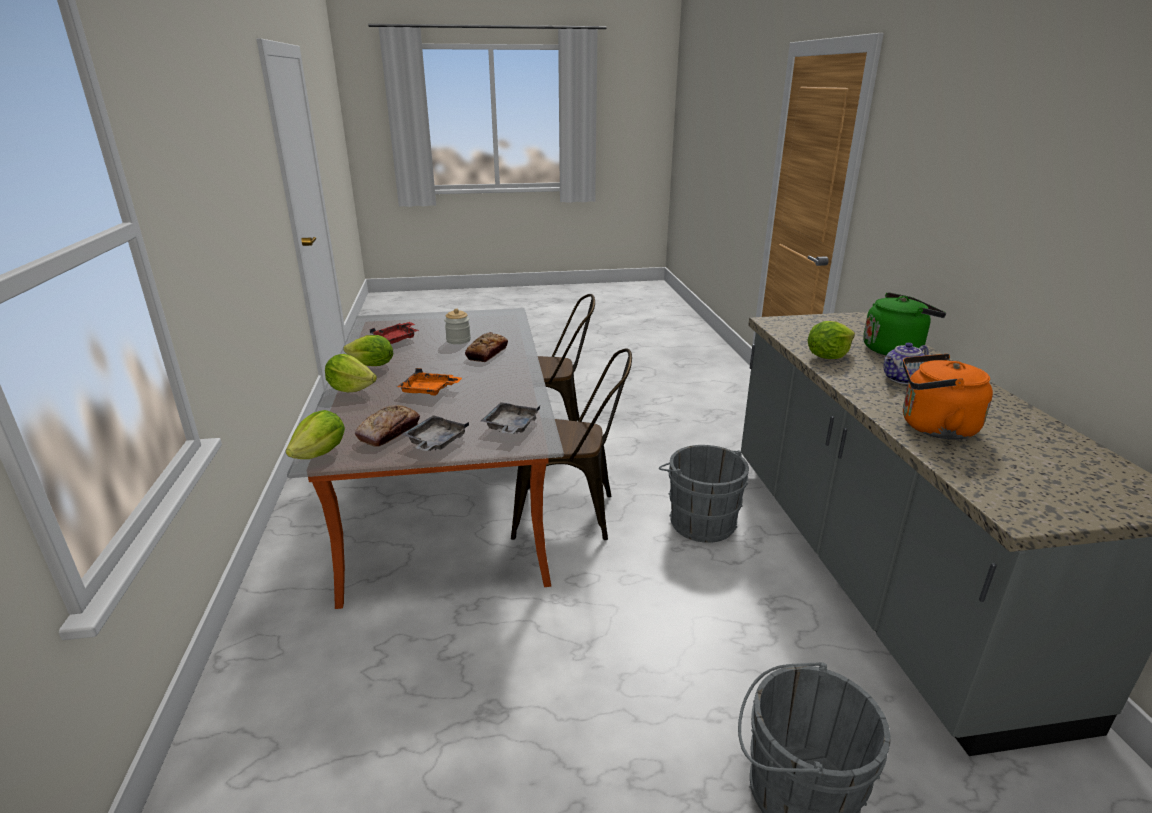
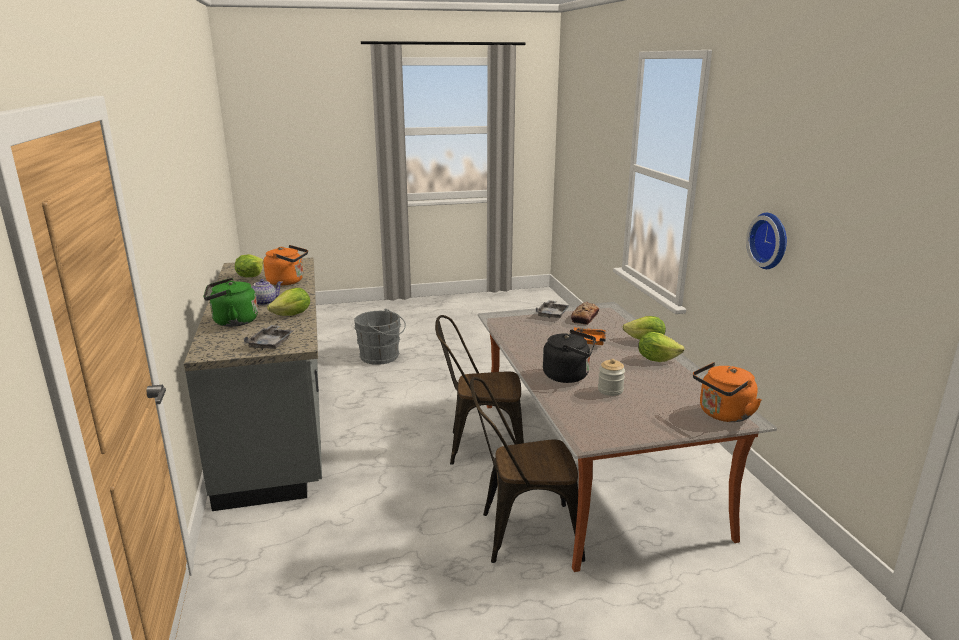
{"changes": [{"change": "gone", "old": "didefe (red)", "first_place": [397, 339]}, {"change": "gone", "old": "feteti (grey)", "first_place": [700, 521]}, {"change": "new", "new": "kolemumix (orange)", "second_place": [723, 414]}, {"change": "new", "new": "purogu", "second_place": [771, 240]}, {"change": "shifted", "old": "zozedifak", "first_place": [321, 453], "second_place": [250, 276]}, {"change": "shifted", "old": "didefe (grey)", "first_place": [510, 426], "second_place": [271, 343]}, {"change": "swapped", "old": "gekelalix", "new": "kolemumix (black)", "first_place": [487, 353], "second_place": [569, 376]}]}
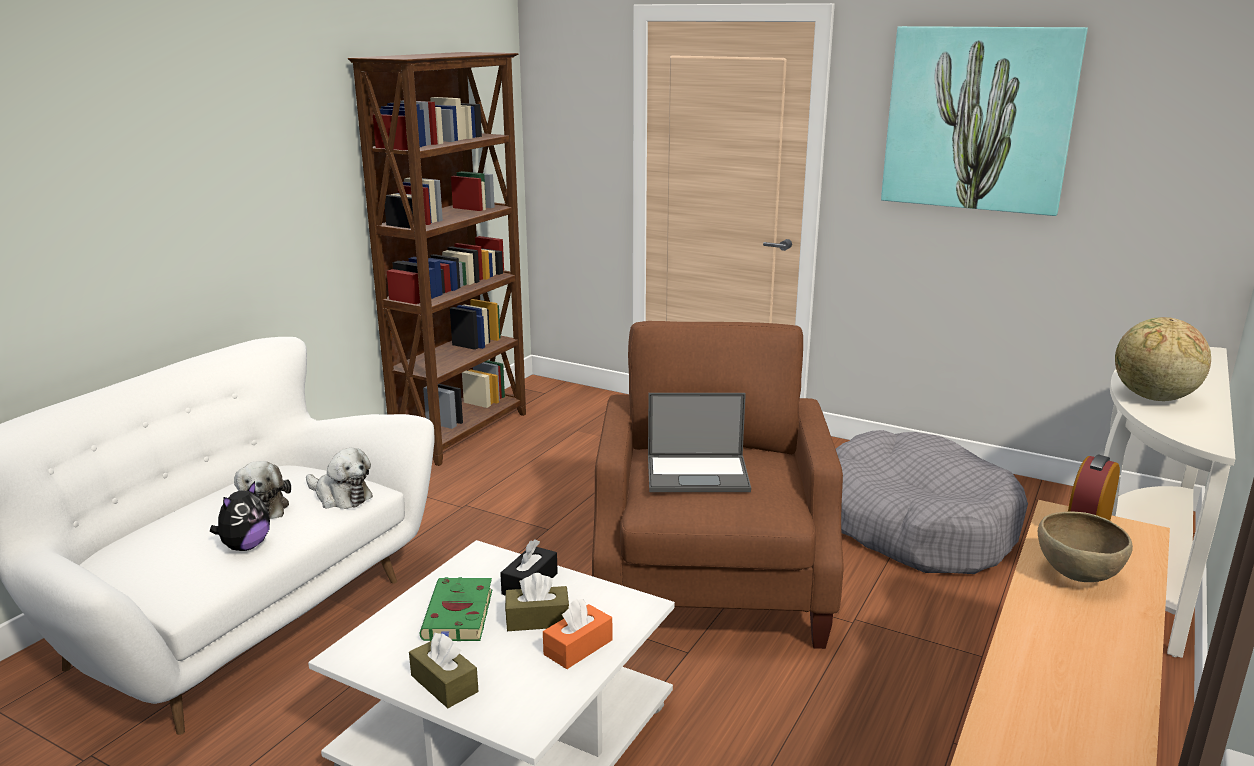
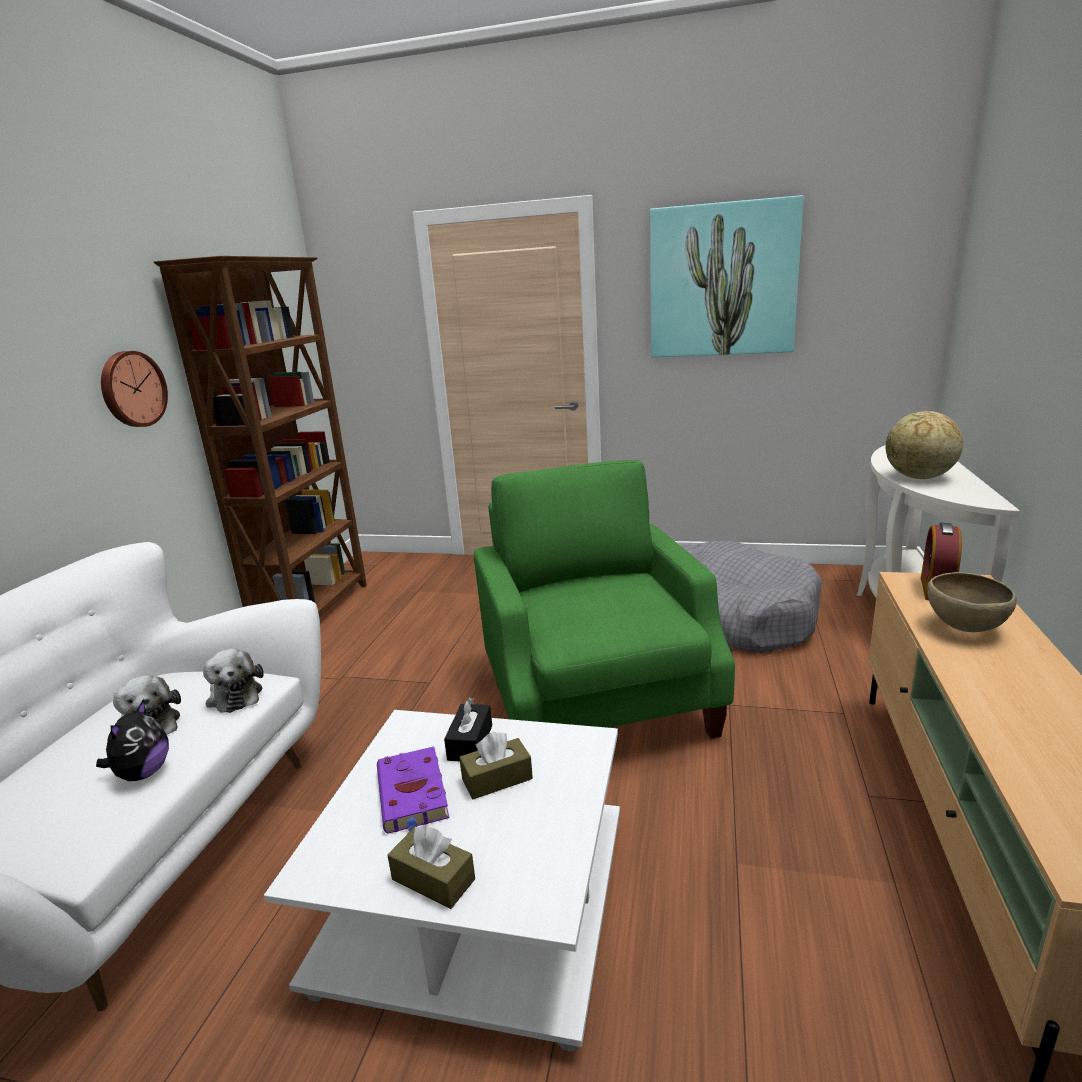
{"changes": [{"change": "gone", "old": "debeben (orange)", "first_place": [578, 647]}, {"change": "gone", "old": "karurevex", "first_place": [699, 474]}, {"change": "new", "new": "purogu", "second_place": [132, 389]}, {"change": "repainted", "old": "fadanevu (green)", "new": "fadanevu (purple)", "first_place": [458, 617], "second_place": [413, 796]}, {"change": "repainted", "old": "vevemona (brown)", "new": "vevemona (green)", "first_place": [711, 586], "second_place": [597, 703]}, {"change": "rotated", "old": "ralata", "first_place": [340, 496], "second_place": [235, 695], "degrees": 45}]}
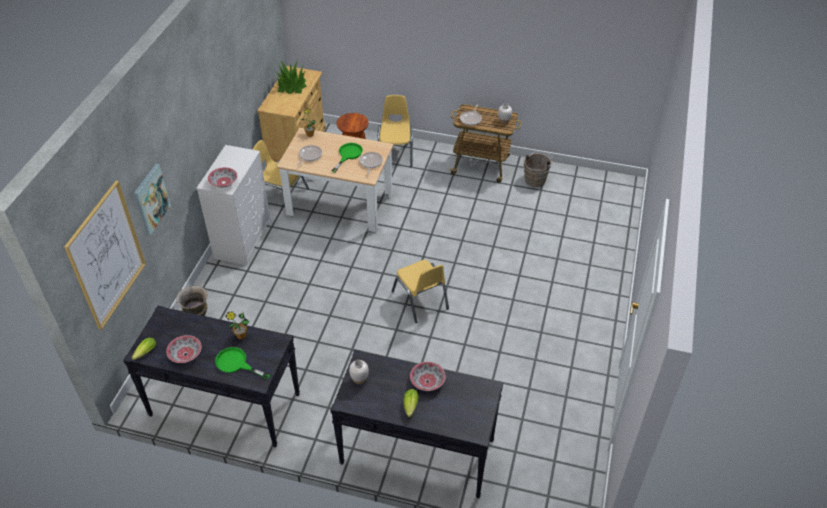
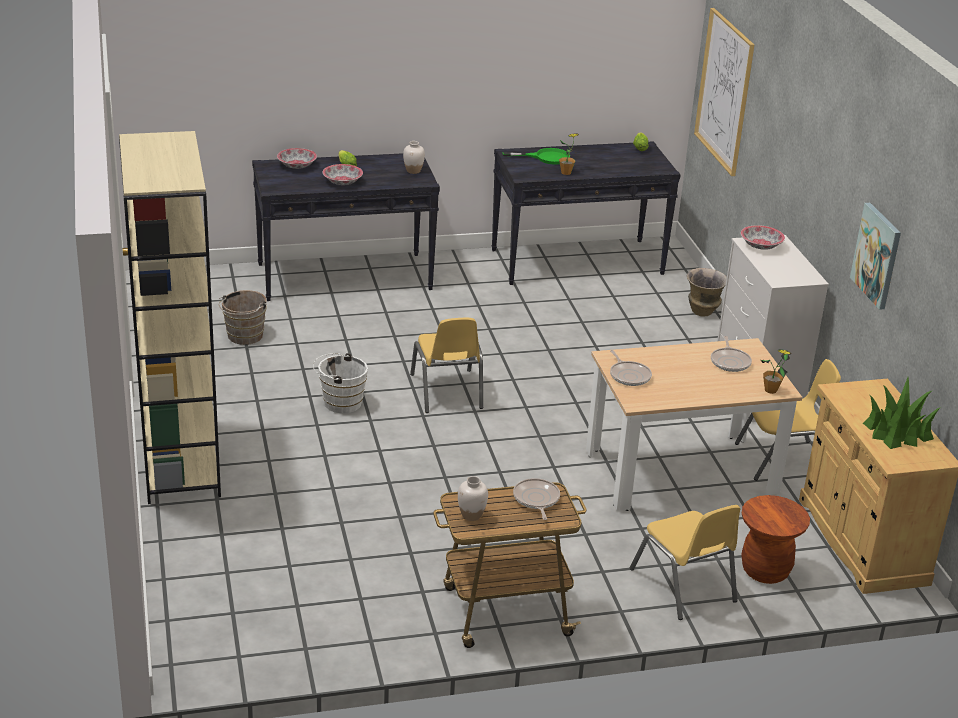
{"changes": [{"change": "gone", "old": "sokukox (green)", "first_place": [348, 155]}, {"change": "new", "new": "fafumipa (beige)", "second_place": [179, 460]}, {"change": "new", "new": "feteti (white)", "second_place": [339, 402]}, {"change": "shifted", "old": "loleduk", "first_place": [151, 199], "second_place": [877, 255]}, {"change": "shifted", "old": "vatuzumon", "first_place": [185, 354], "second_place": [297, 165]}, {"change": "shifted", "old": "feteti (brown)", "first_place": [536, 179], "second_place": [243, 337]}, {"change": "rotated", "old": "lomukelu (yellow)", "first_place": [420, 300], "second_place": [447, 392], "degrees": -135}]}
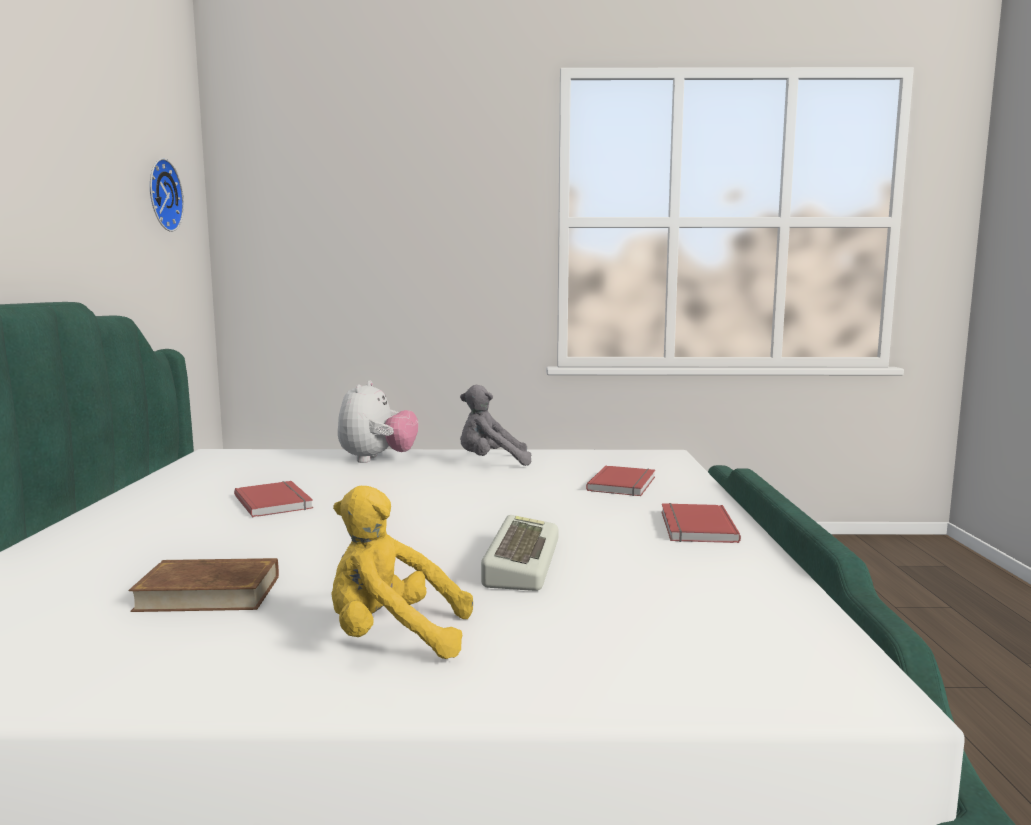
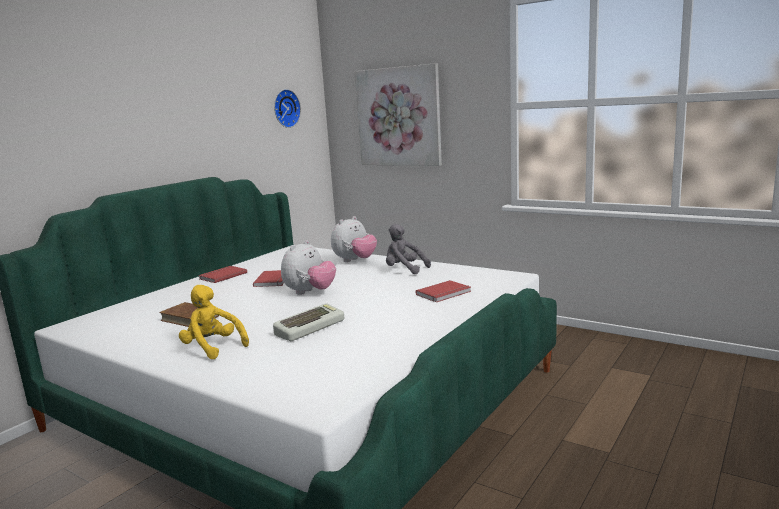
{"changes": [{"change": "new", "new": "ralata", "second_place": [310, 292]}, {"change": "new", "new": "loleduk", "second_place": [398, 117]}, {"change": "shifted", "old": "fadanevu (red)", "first_place": [694, 527], "second_place": [222, 276]}]}
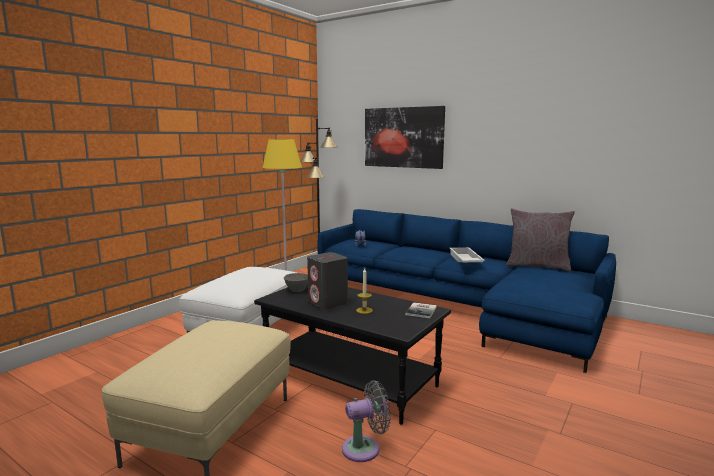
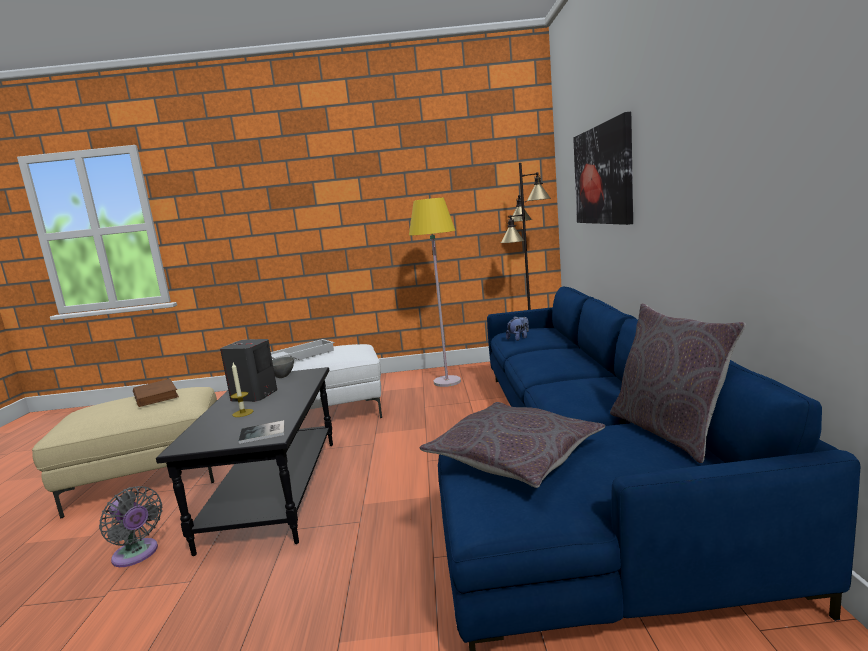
{"changes": [{"change": "new", "new": "fadanevu (brown)", "second_place": [156, 396]}, {"change": "new", "new": "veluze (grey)", "second_place": [514, 456]}, {"change": "shifted", "old": "didefe (white)", "first_place": [464, 260], "second_place": [301, 356]}]}
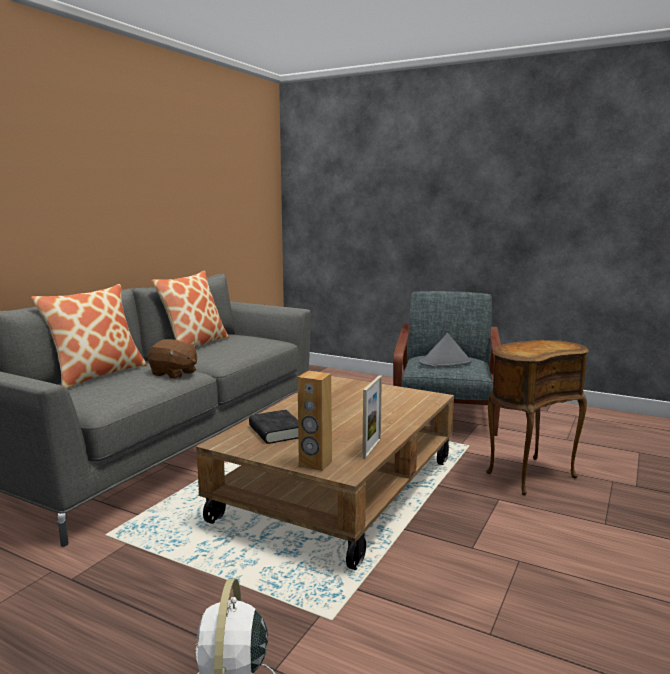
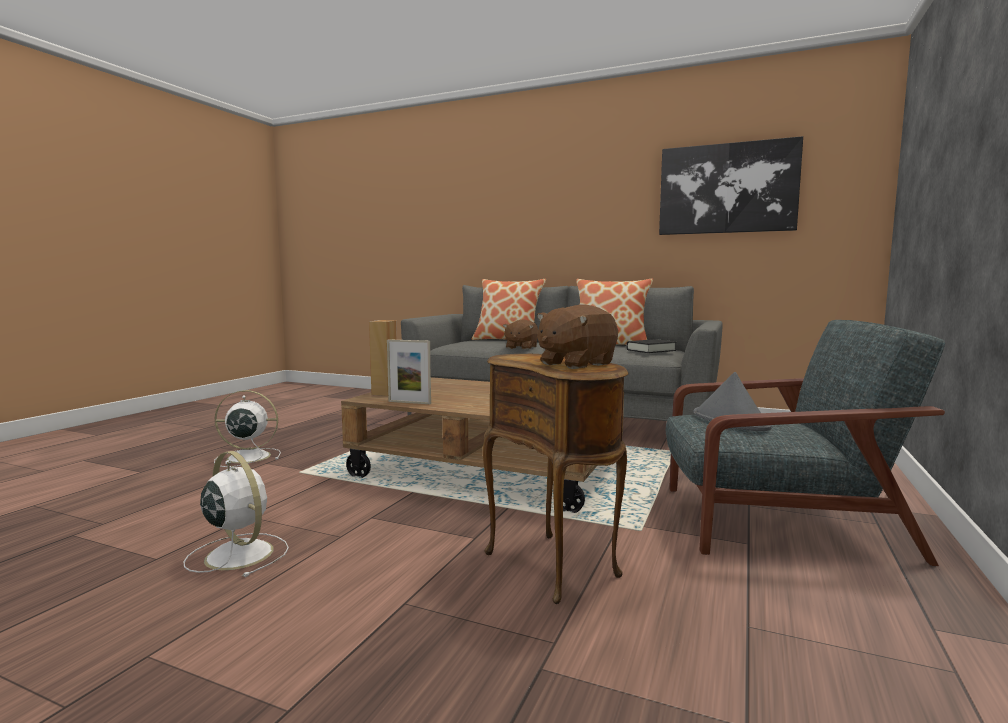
{"changes": [{"change": "new", "new": "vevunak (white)", "second_place": [238, 554]}, {"change": "new", "new": "ralata (brown)", "second_place": [575, 364]}, {"change": "new", "new": "loleduk", "second_place": [727, 188]}, {"change": "shifted", "old": "fadanevu (black)", "first_place": [276, 431], "second_place": [651, 350]}]}
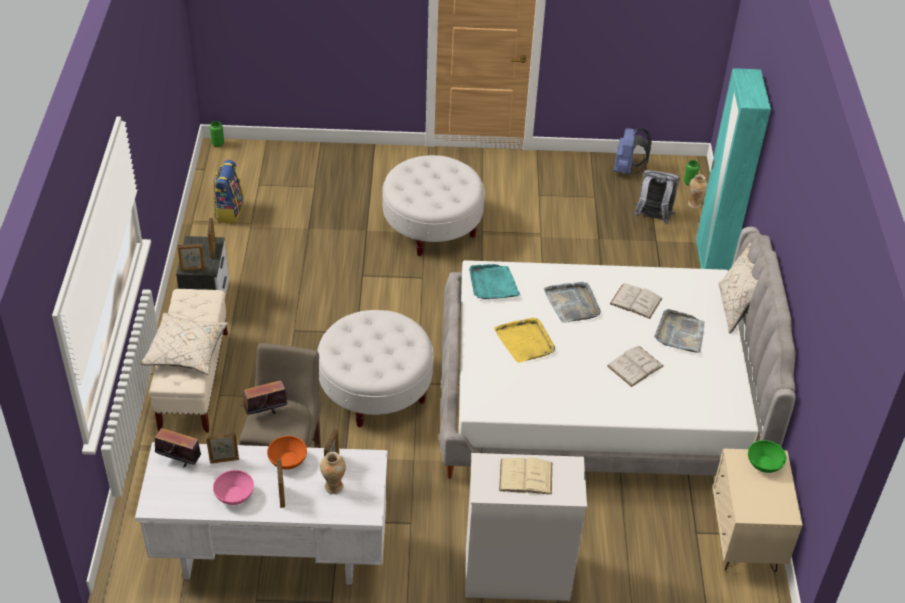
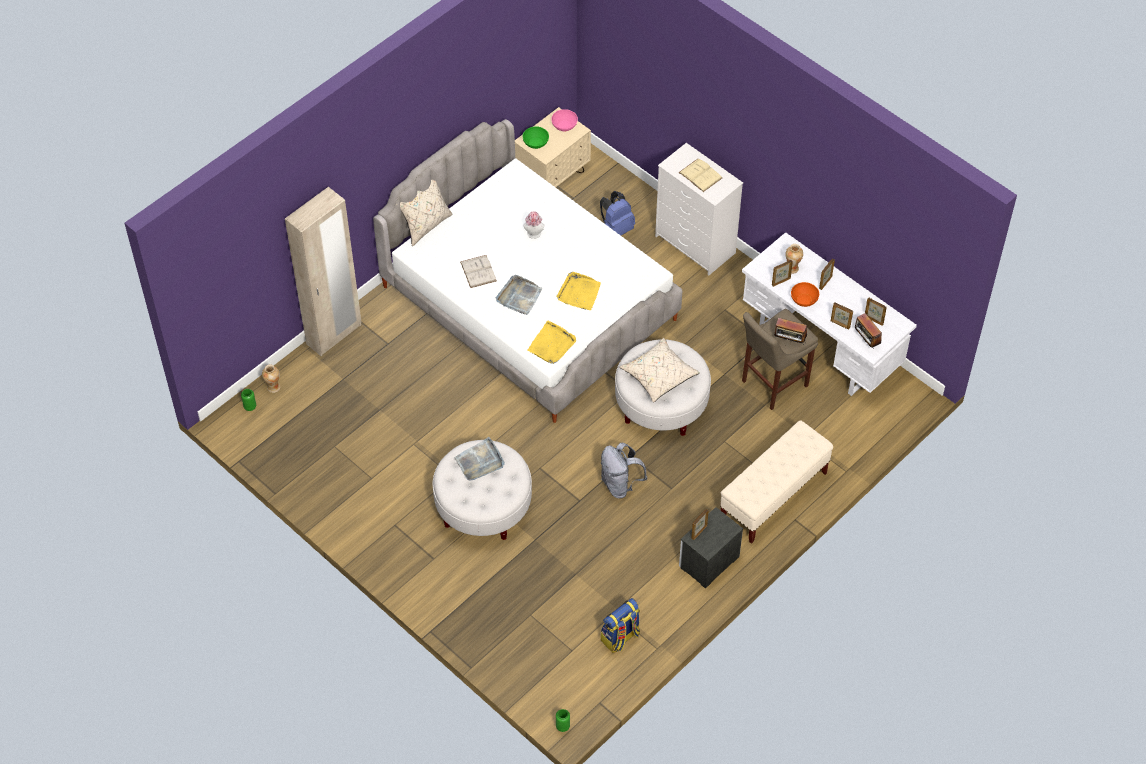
{"changes": [{"change": "shifted", "old": "veluze (beige)", "first_place": [186, 351], "second_place": [658, 375]}, {"change": "shifted", "old": "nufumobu", "first_place": [192, 269], "second_place": [874, 320]}, {"change": "shifted", "old": "vatuzumon (pink)", "first_place": [235, 495], "second_place": [564, 126]}, {"change": "shifted", "old": "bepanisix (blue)", "first_place": [627, 169], "second_place": [616, 229]}, {"change": "shifted", "old": "bepanisix (grey)", "first_place": [652, 218], "second_place": [620, 485]}, {"change": "shifted", "old": "didefe (grey)", "first_place": [680, 333], "second_place": [480, 461]}, {"change": "swapped", "old": "fadanevu (white)", "new": "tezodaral", "first_place": [635, 366], "second_place": [534, 234]}, {"change": "repainted", "old": "didefe (turquoise)", "new": "didefe (yellow)", "first_place": [493, 284], "second_place": [552, 344]}, {"change": "repainted", "old": "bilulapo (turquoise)", "new": "bilulapo (beige)", "first_place": [710, 265], "second_place": [334, 335]}]}
